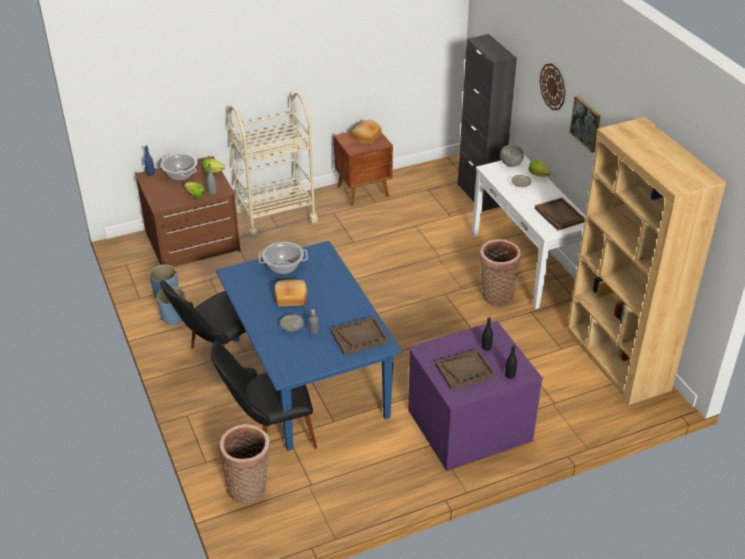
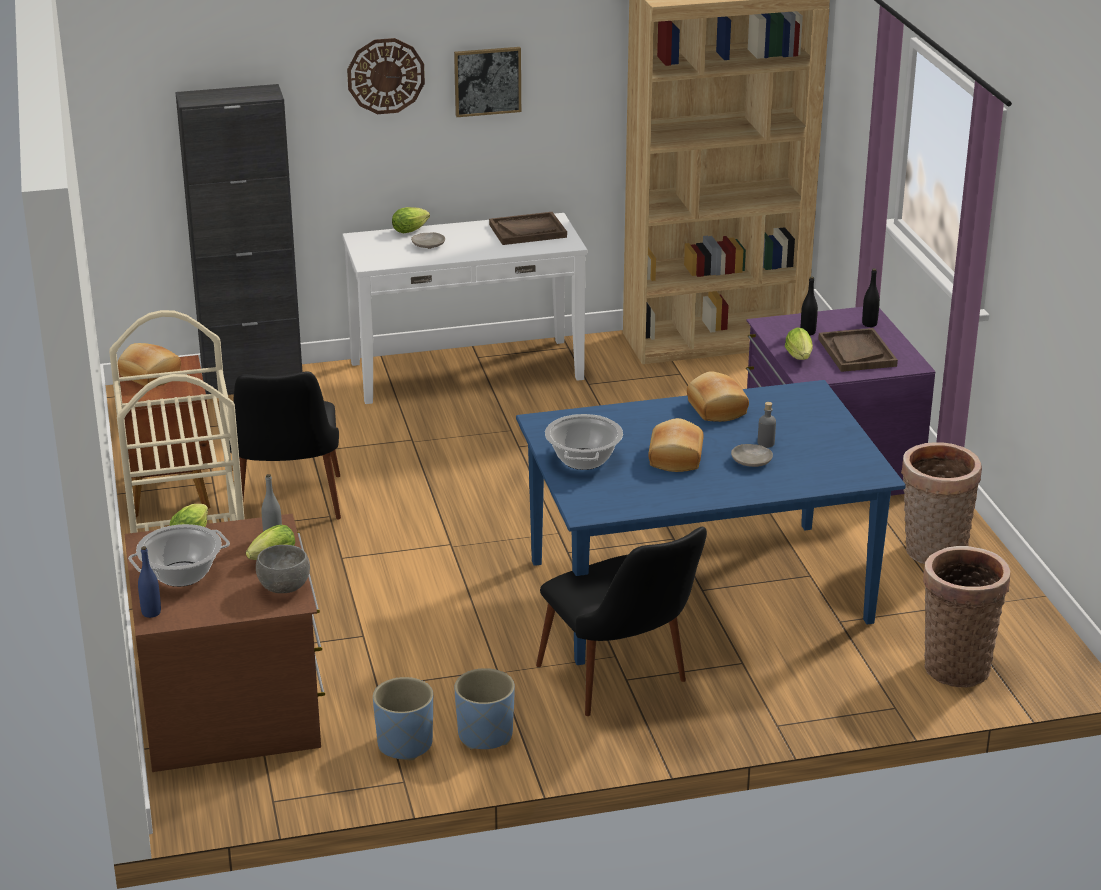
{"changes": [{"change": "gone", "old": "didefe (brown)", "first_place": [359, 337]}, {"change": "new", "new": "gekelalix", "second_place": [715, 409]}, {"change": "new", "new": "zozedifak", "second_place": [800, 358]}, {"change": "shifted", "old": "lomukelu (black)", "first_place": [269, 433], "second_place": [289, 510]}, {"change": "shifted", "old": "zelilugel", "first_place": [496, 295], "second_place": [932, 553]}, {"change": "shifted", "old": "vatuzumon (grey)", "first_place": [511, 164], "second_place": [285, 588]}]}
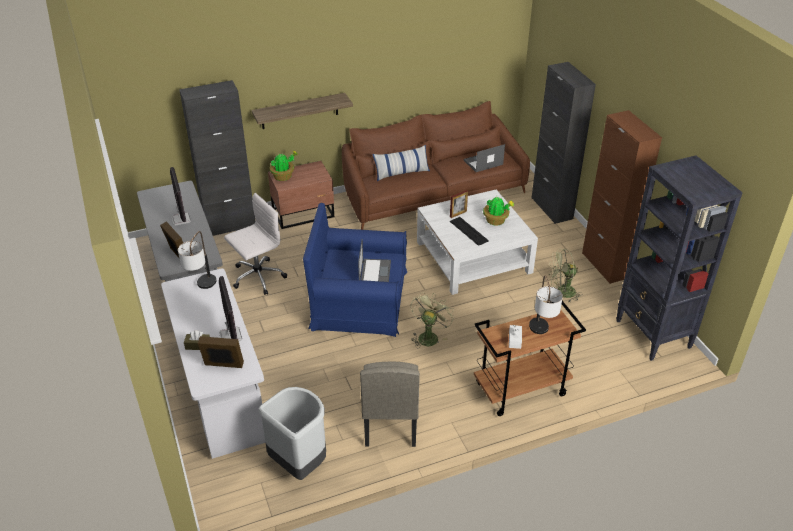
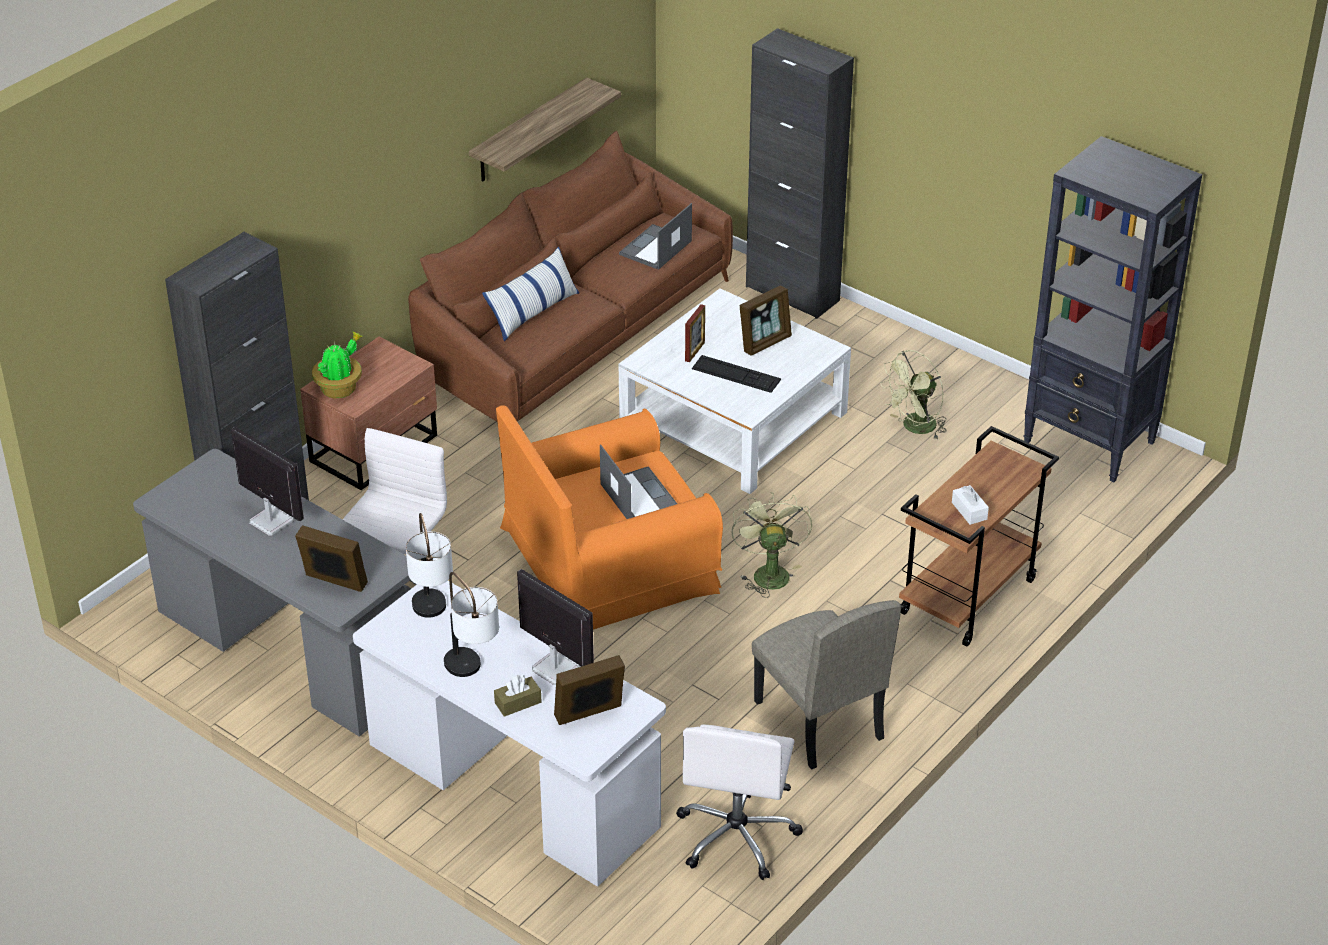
{"changes": [{"change": "gone", "old": "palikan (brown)", "first_place": [605, 265]}, {"change": "shifted", "old": "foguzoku", "first_place": [299, 111], "second_place": [529, 131]}, {"change": "shifted", "old": "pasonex", "first_place": [540, 334], "second_place": [472, 675]}, {"change": "swapped", "old": "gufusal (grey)", "new": "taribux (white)", "first_place": [299, 464], "second_place": [737, 835]}, {"change": "swapped", "old": "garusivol", "new": "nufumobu", "first_place": [496, 221], "second_place": [765, 342]}, {"change": "repainted", "old": "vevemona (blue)", "new": "vevemona (orange)", "first_place": [359, 300], "second_place": [608, 559]}]}
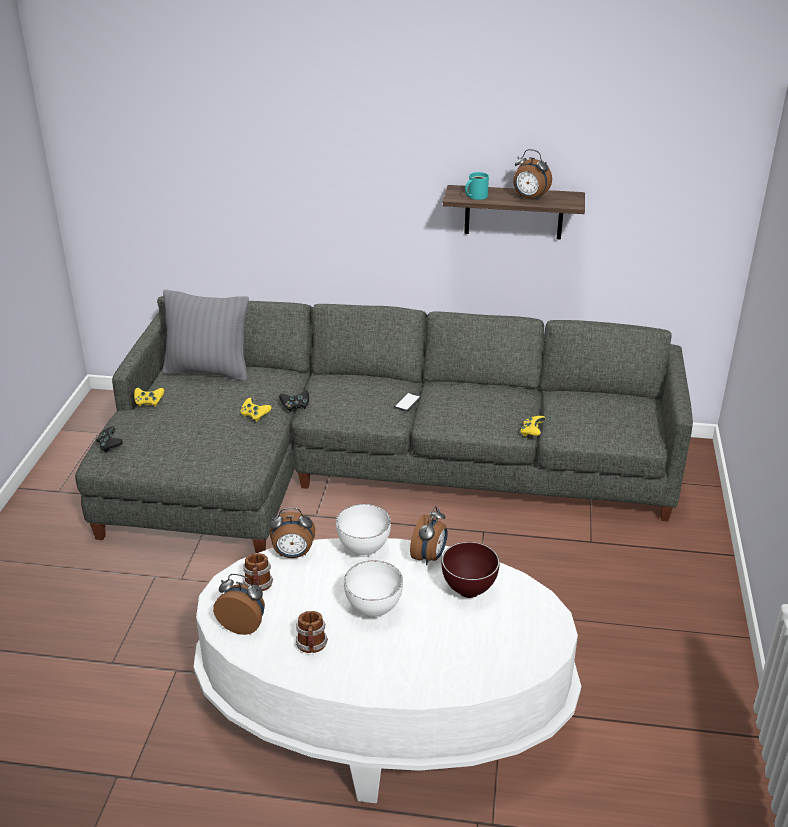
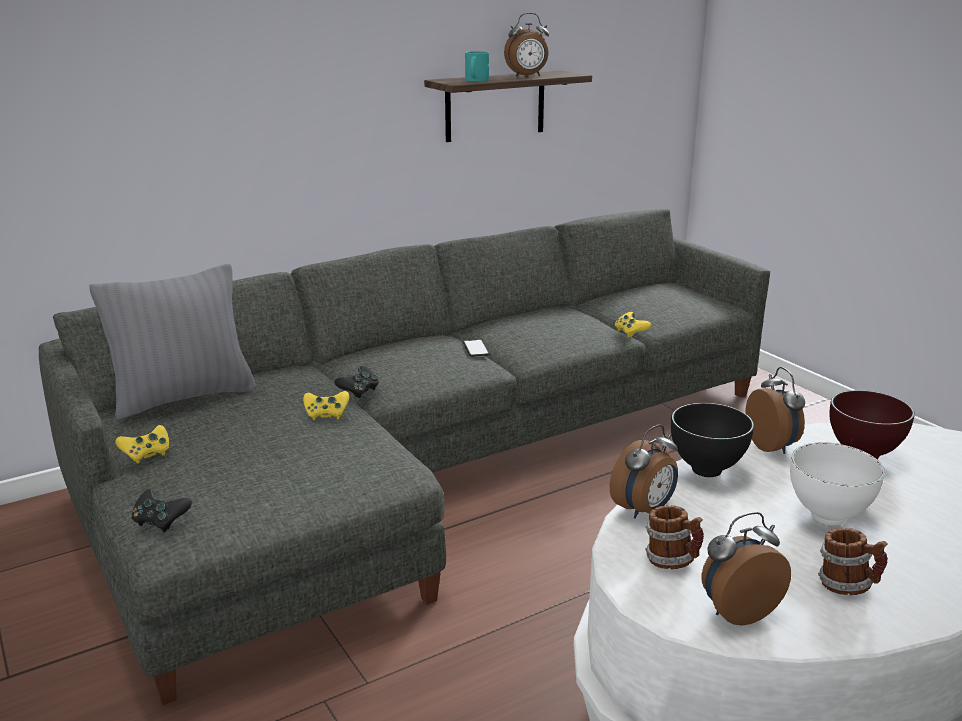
{"changes": [{"change": "repainted", "old": "vatuzumon (white)", "new": "vatuzumon (black)", "first_place": [364, 550], "second_place": [705, 470]}]}
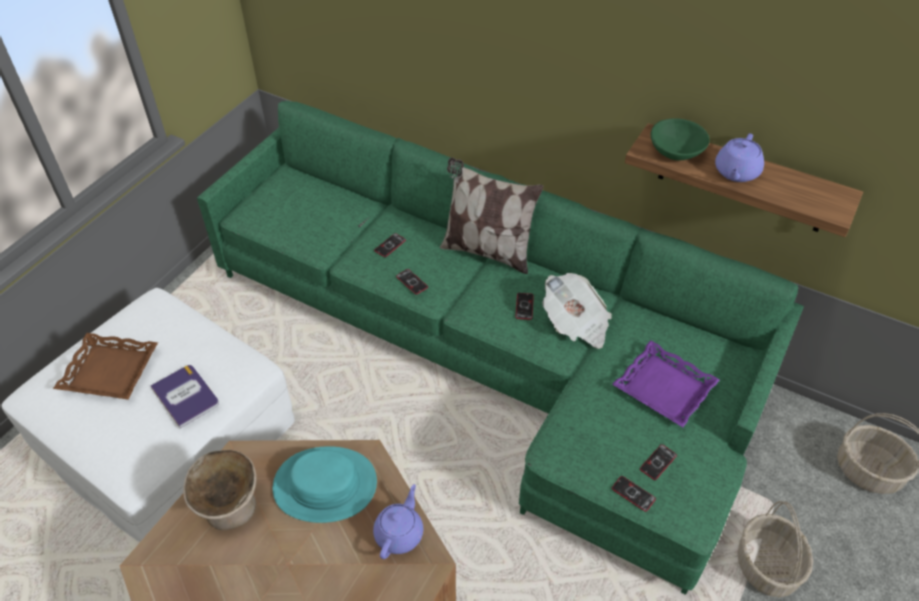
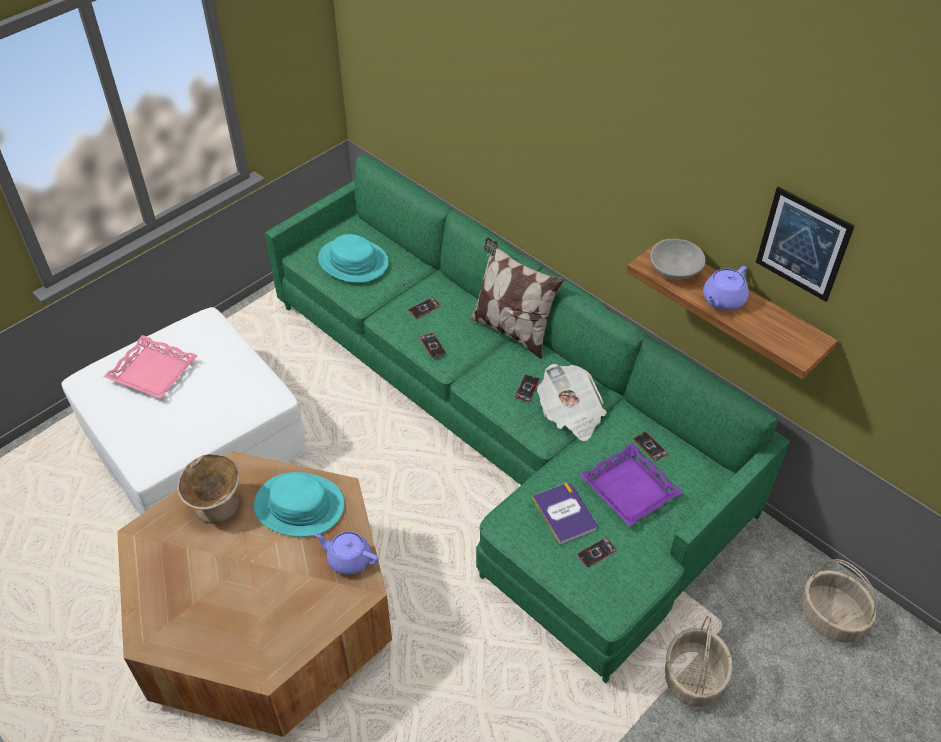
{"changes": [{"change": "new", "new": "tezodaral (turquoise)", "second_place": [353, 261]}, {"change": "new", "new": "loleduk", "second_place": [803, 244]}, {"change": "shifted", "old": "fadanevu", "first_place": [185, 396], "second_place": [564, 513]}, {"change": "shifted", "old": "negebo", "first_place": [633, 494], "second_place": [650, 446]}, {"change": "repainted", "old": "didefe (brown)", "new": "didefe (pink)", "first_place": [109, 372], "second_place": [152, 372]}, {"change": "repainted", "old": "vatuzumon (green)", "new": "vatuzumon (grey)", "first_place": [676, 152], "second_place": [675, 271]}, {"change": "rotated", "old": "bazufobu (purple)", "first_place": [399, 533], "second_place": [348, 559], "degrees": -105}]}
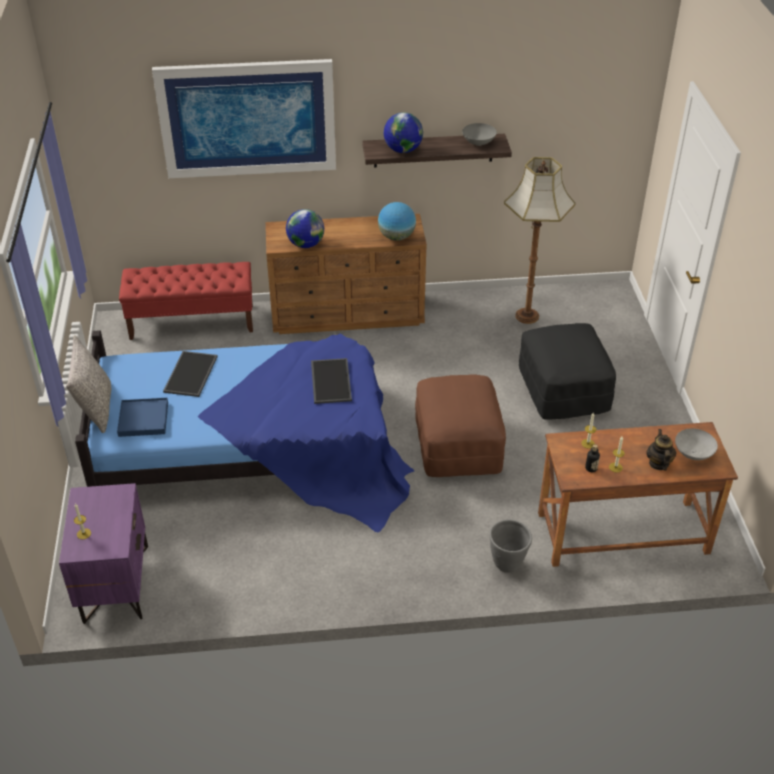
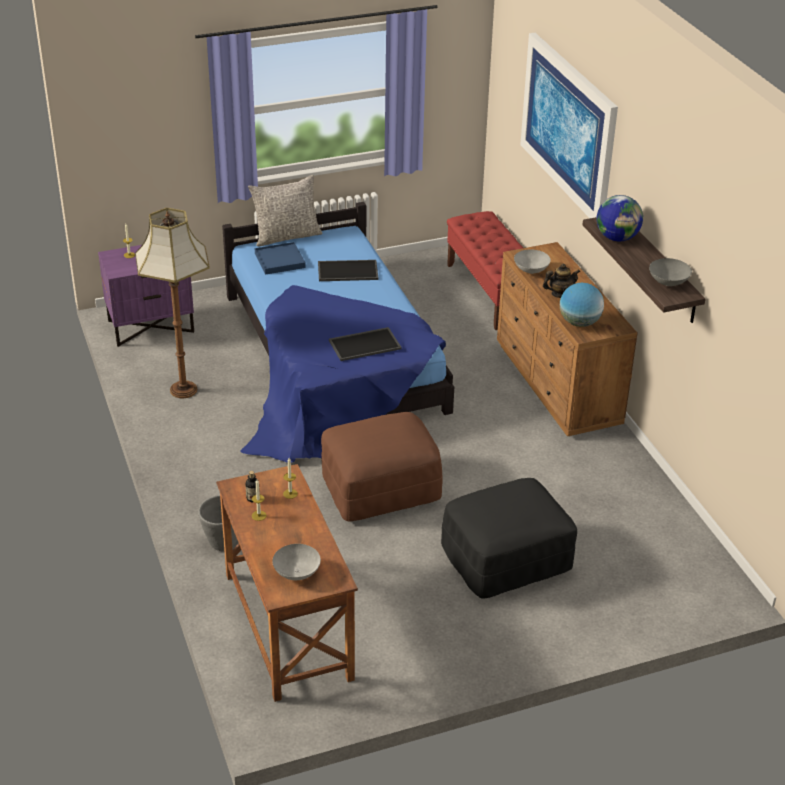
{"changes": [{"change": "shifted", "old": "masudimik", "first_place": [528, 316], "second_place": [184, 390]}, {"change": "shifted", "old": "bazufobu", "first_place": [658, 463], "second_place": [560, 294]}, {"change": "swapped", "old": "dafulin", "new": "vatuzumon (grey)", "first_place": [306, 244], "second_place": [531, 270]}]}
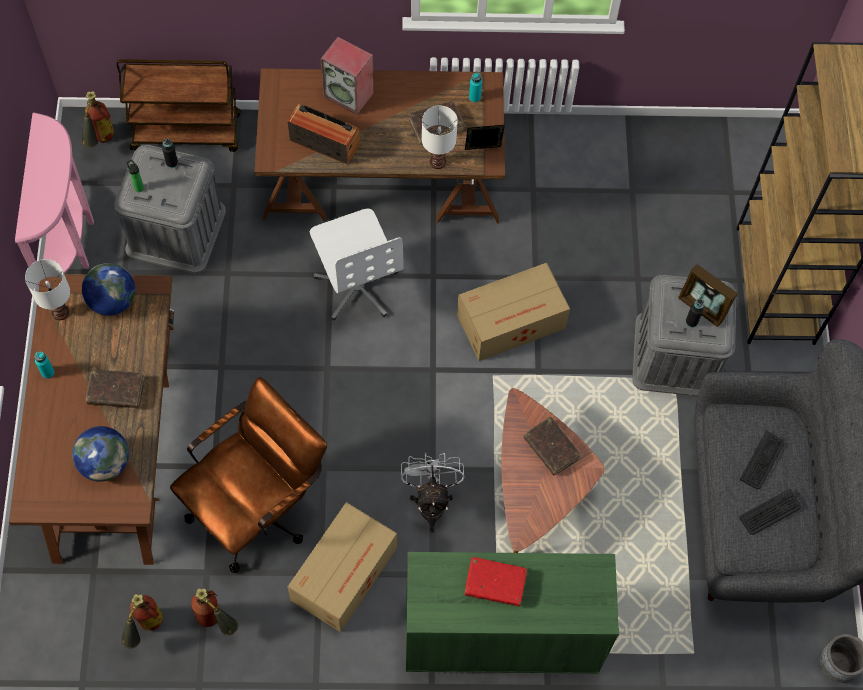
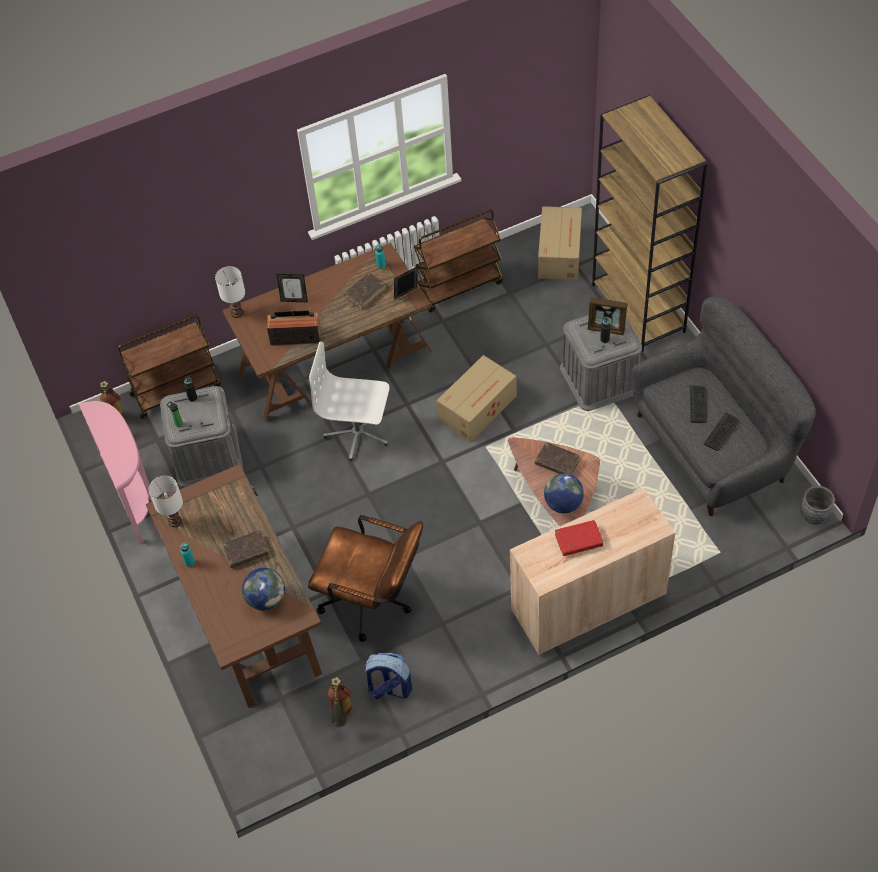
{"changes": [{"change": "gone", "old": "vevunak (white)", "first_place": [431, 501]}, {"change": "new", "new": "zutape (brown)", "second_place": [459, 286]}, {"change": "shifted", "old": "dafulin", "first_place": [112, 301], "second_place": [563, 504]}, {"change": "shifted", "old": "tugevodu", "first_place": [345, 573], "second_place": [560, 252]}, {"change": "shifted", "old": "pasonex (white)", "first_place": [438, 161], "second_place": [237, 312]}, {"change": "swapped", "old": "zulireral", "new": "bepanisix", "first_place": [216, 622], "second_place": [389, 688]}, {"change": "swapped", "old": "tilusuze", "new": "nufumobu", "first_place": [349, 94], "second_place": [294, 300]}, {"change": "repainted", "old": "palikan (green)", "new": "palikan (beige)", "first_place": [501, 635], "second_place": [588, 602]}, {"change": "rotated", "old": "taribux (brown)", "first_place": [258, 506], "second_place": [373, 602], "degrees": 90}, {"change": "rotated", "old": "taribux (white)", "first_place": [357, 286], "second_place": [358, 433], "degrees": 150}]}
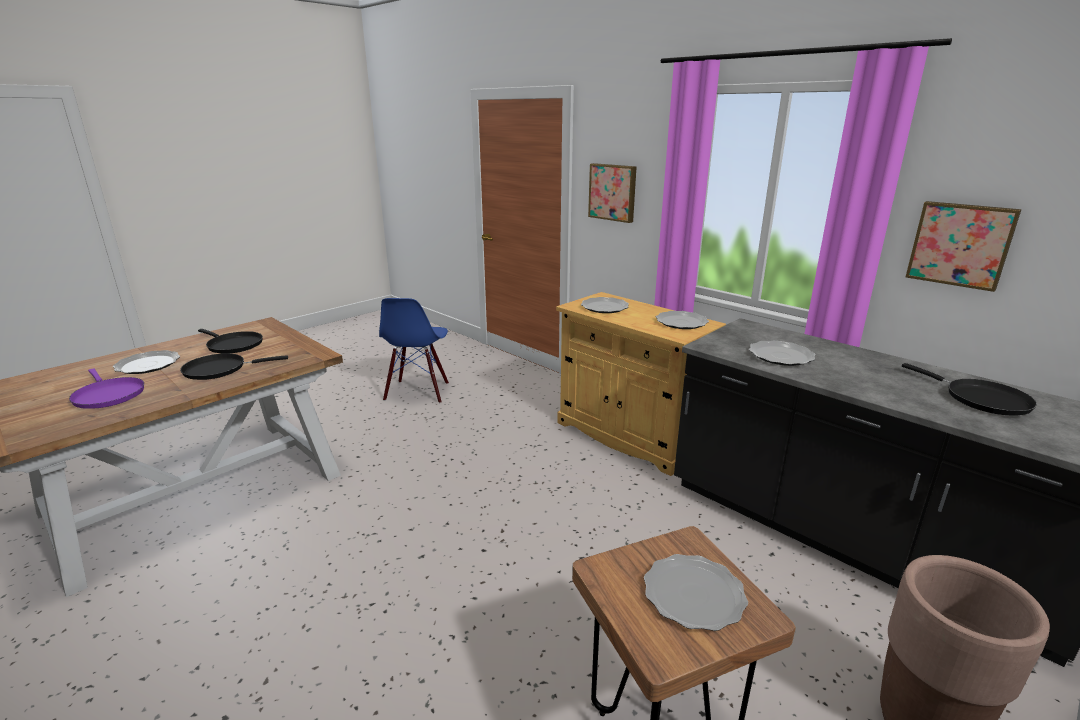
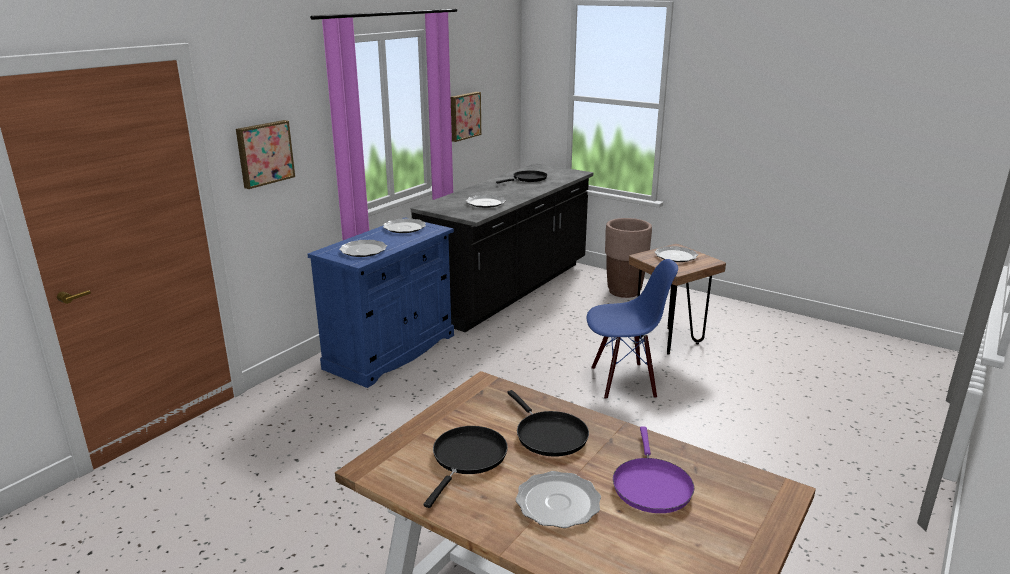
{"changes": [{"change": "shifted", "old": "lomukelu (blue)", "first_place": [418, 392], "second_place": [623, 381]}, {"change": "repainted", "old": "palikan (beige)", "new": "palikan (blue)", "first_place": [629, 435], "second_place": [391, 351]}, {"change": "rotated", "old": "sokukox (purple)", "first_place": [108, 395], "second_place": [651, 485], "degrees": 150}]}
